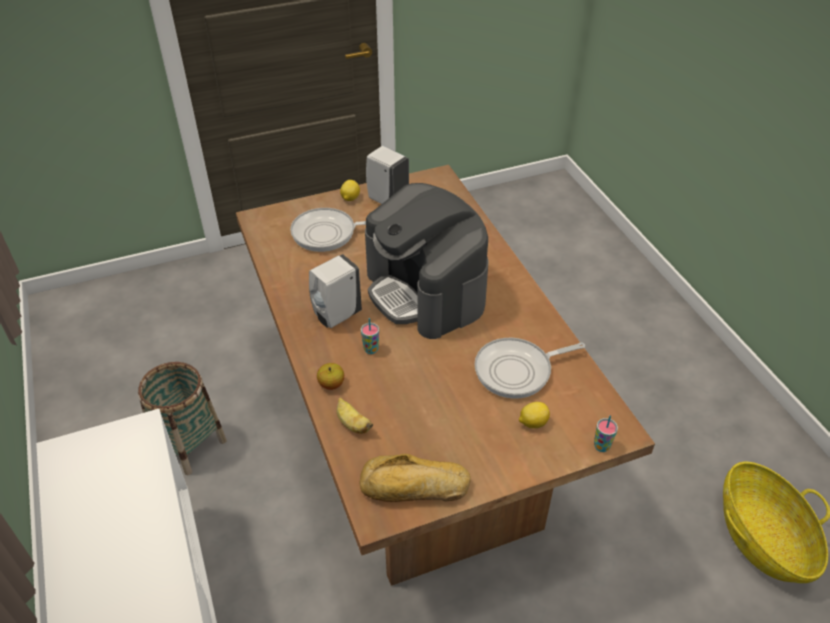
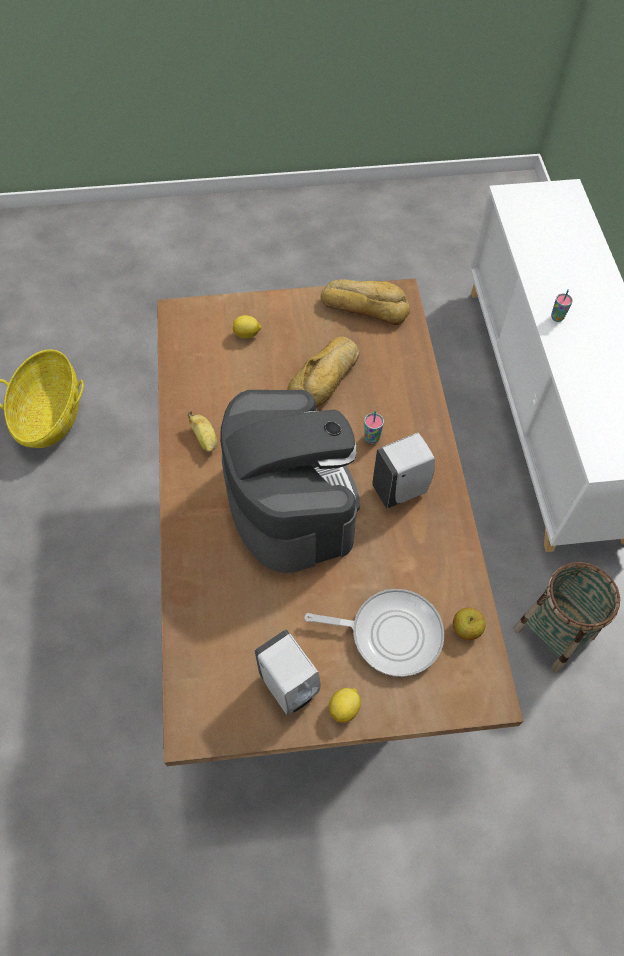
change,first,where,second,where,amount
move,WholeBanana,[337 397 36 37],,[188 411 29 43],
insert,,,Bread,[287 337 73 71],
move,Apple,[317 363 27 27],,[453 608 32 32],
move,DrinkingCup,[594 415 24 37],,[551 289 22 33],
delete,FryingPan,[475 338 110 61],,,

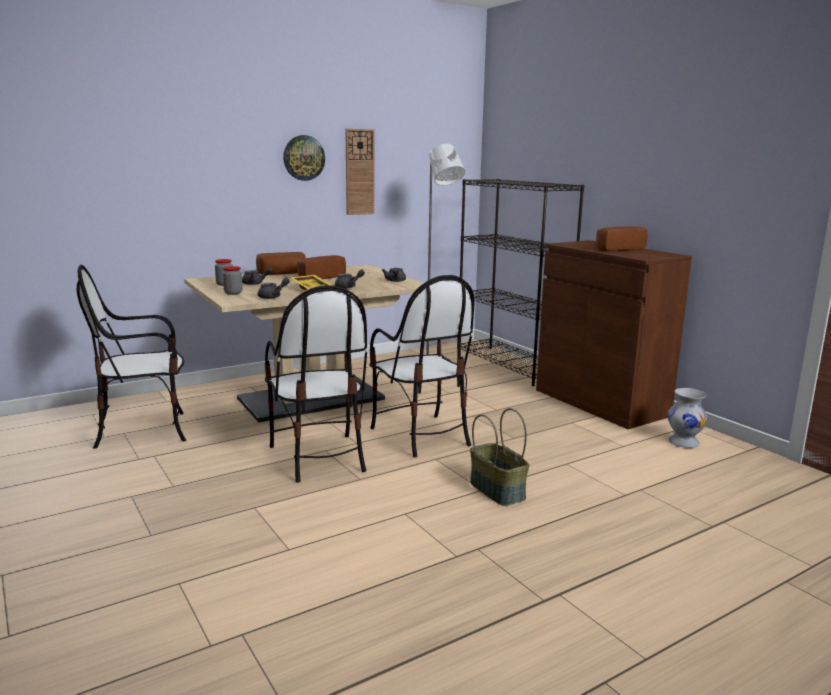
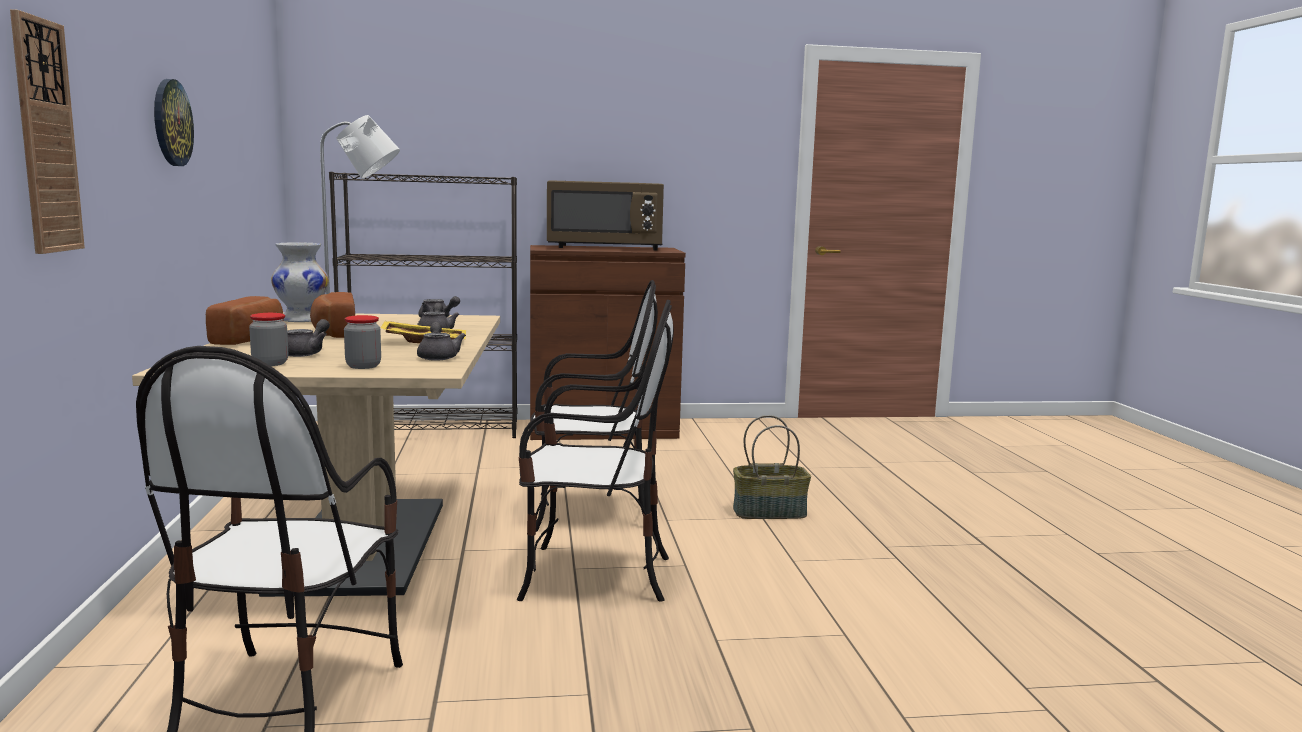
change,first,where,second,where,amount
move,HangingClock,[345 129 30 86],,[10 9 75 245],
move,WhiteVase,[668 388 40 60],,[271 242 58 80],
replace,Bread,[596 226 52 25],BrownishKitchenMicrowave,[547 180 117 70],

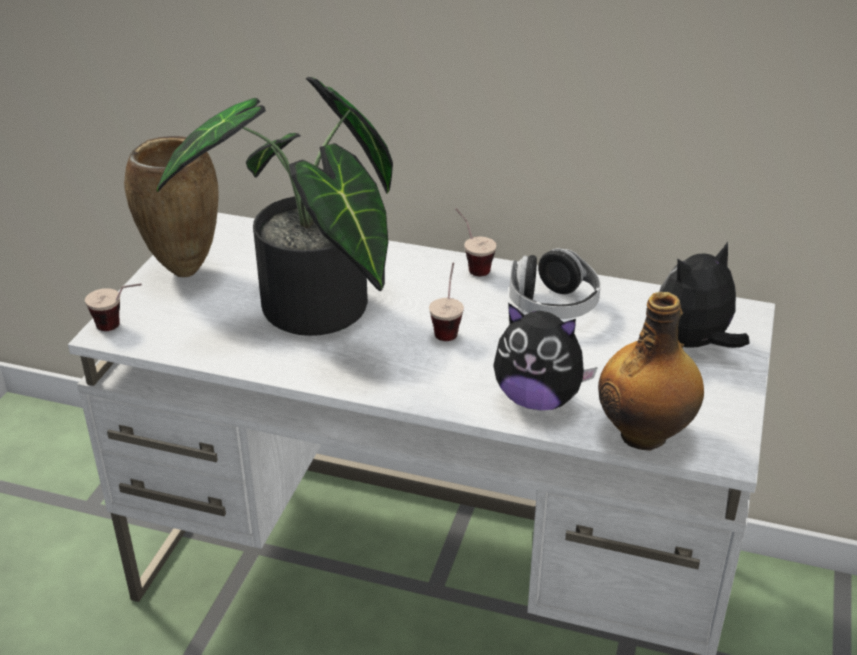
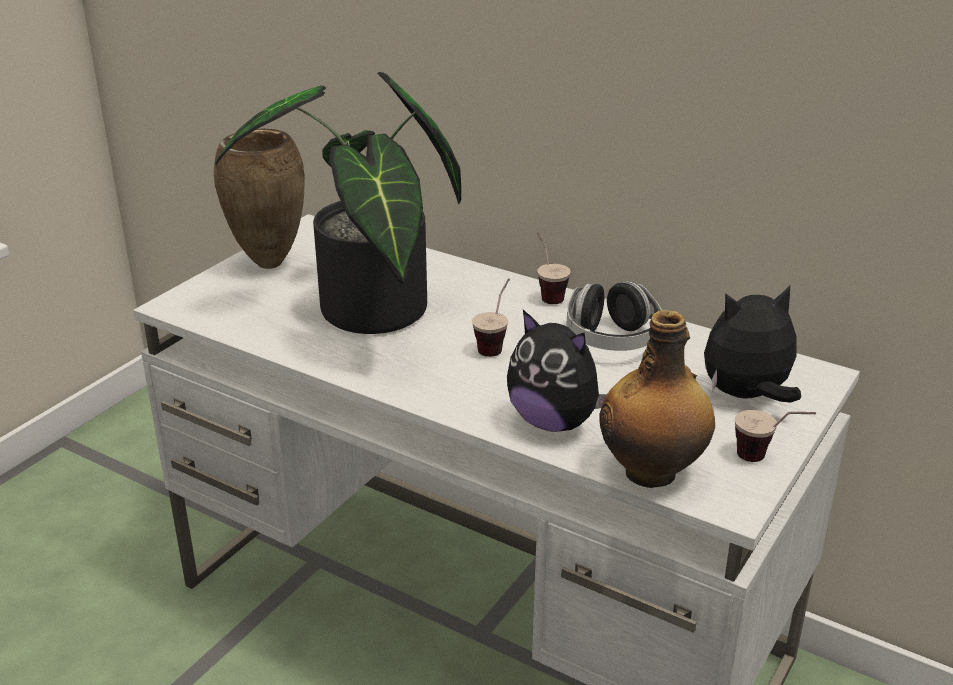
change,first,where,second,where,amount
move,DrinkingCup,[85 283 57 48],,[735 410 81 52],

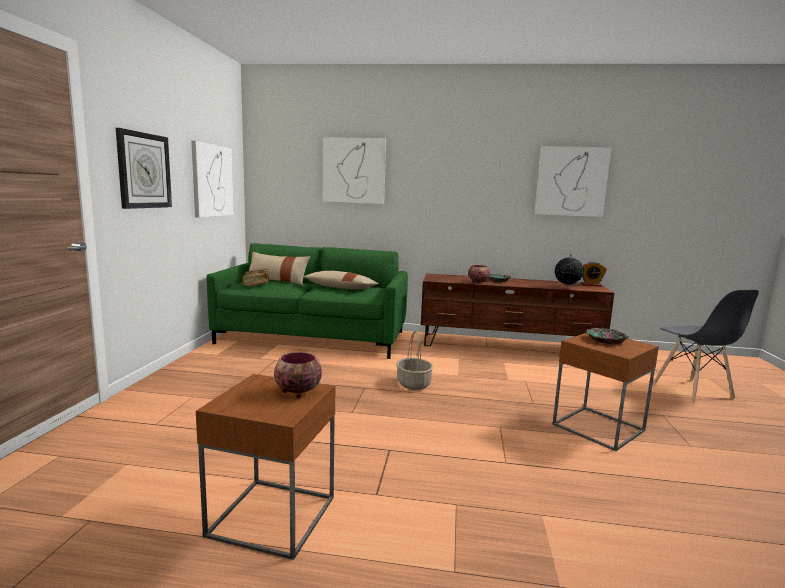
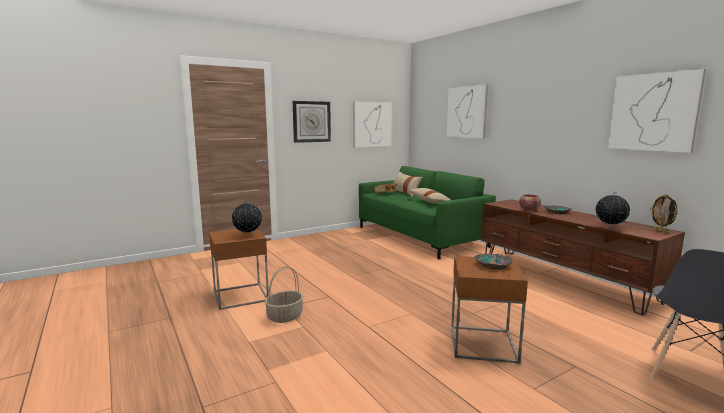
change,first,where,second,where,amount
replace,Bowl,[274 352 48 46],WorldGlobe,[232 200 30 36],
move,HouseholdBasket,[396 331 37 59],,[264 266 40 57],
replace,TableClock,[581 262 26 25],PhotoFrame,[650 194 29 39],

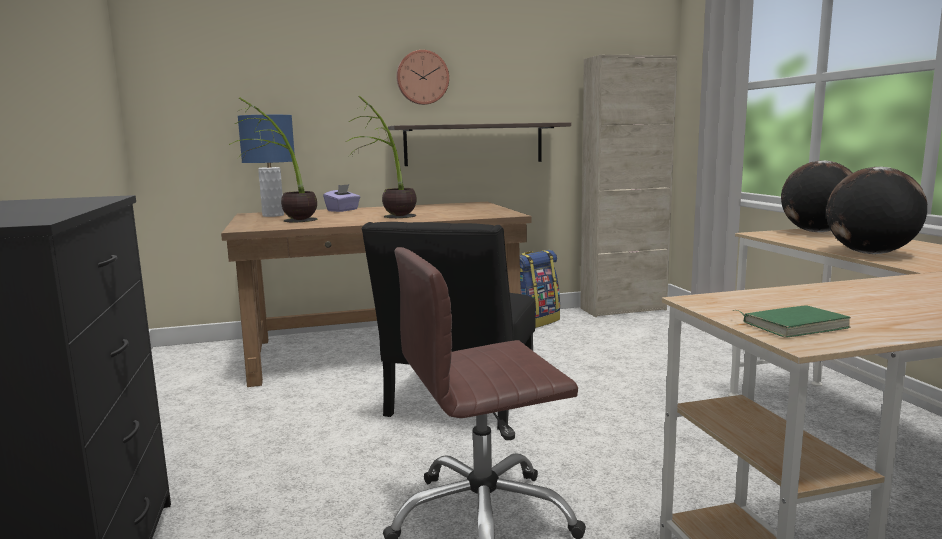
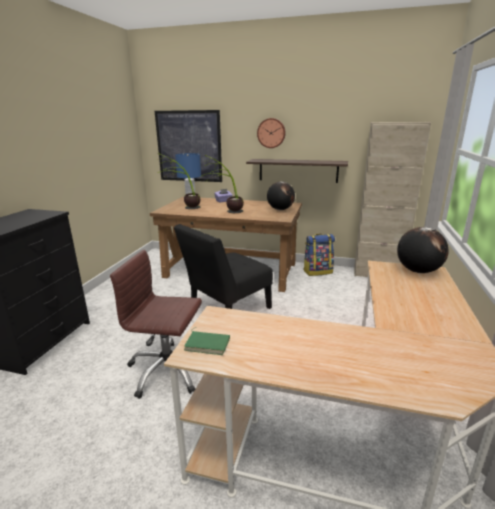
change,first,where,second,where,amount
insert,,,WallPicture,[155 110 67 72],
move,WorldGlobe,[826 167 101 87],,[267 181 28 29],

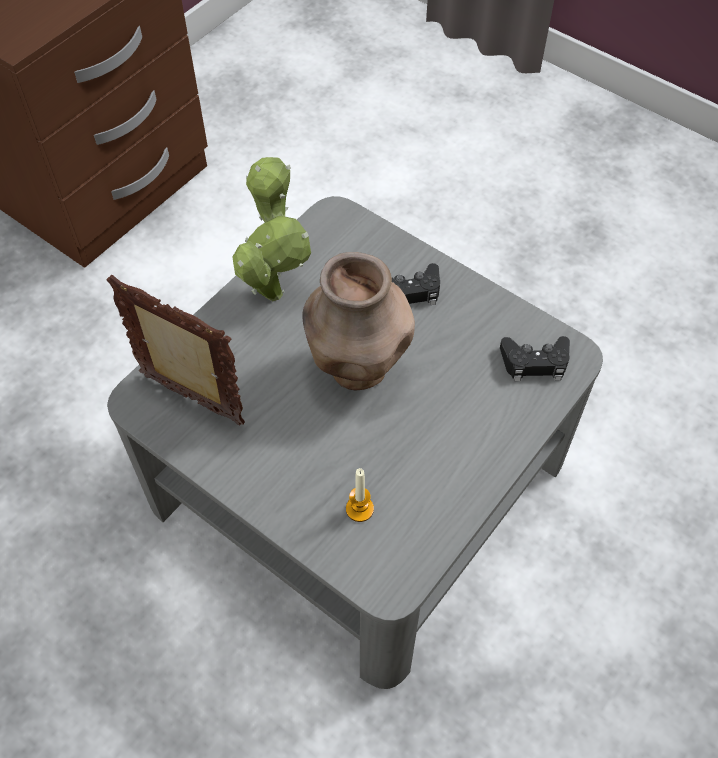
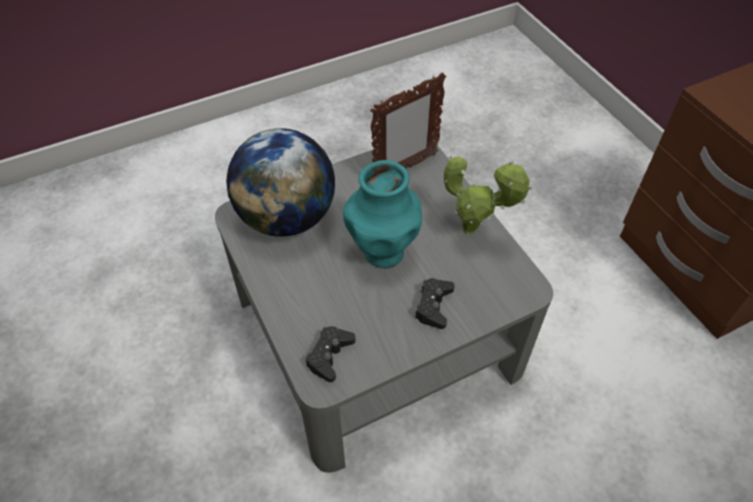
change,first,where,second,where,amount
replace,WaxCandle,[346 468 28 54],WorldGlobe,[226 128 109 109],
recolor,BrownishVase,[302 252 113 139],TurquoiseVase,[343 160 79 108],

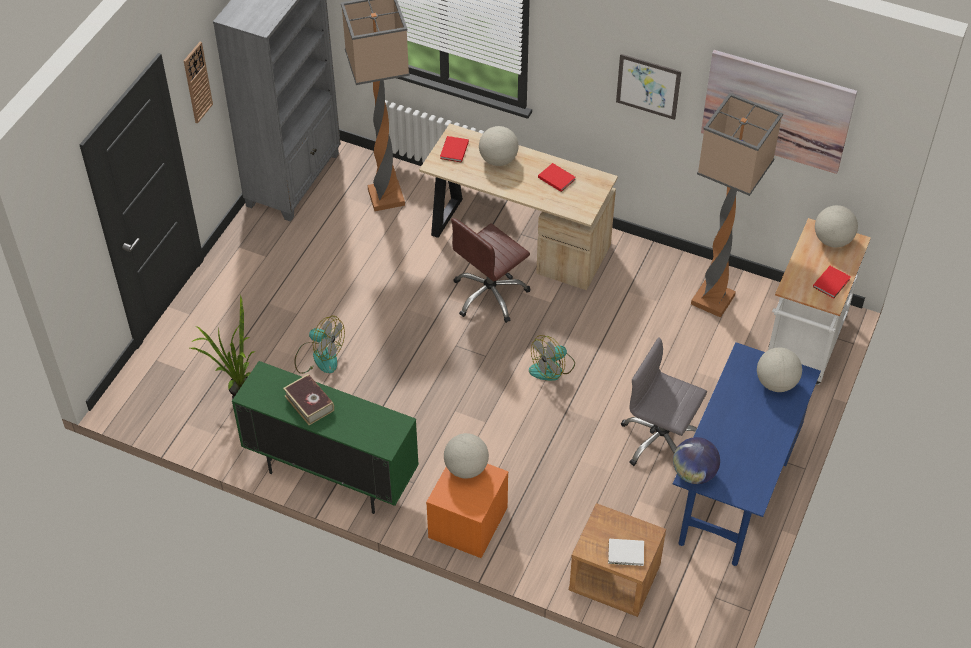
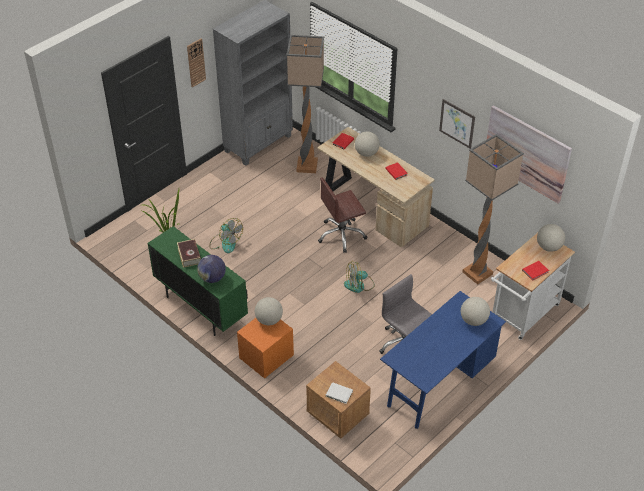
change,first,where,second,where,amount
move,WorldGlobe,[673 437 47 47],,[197 255 29 28],

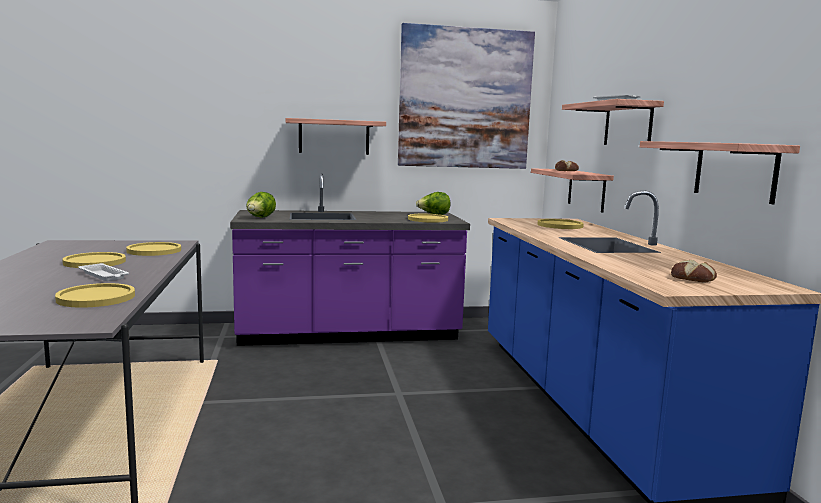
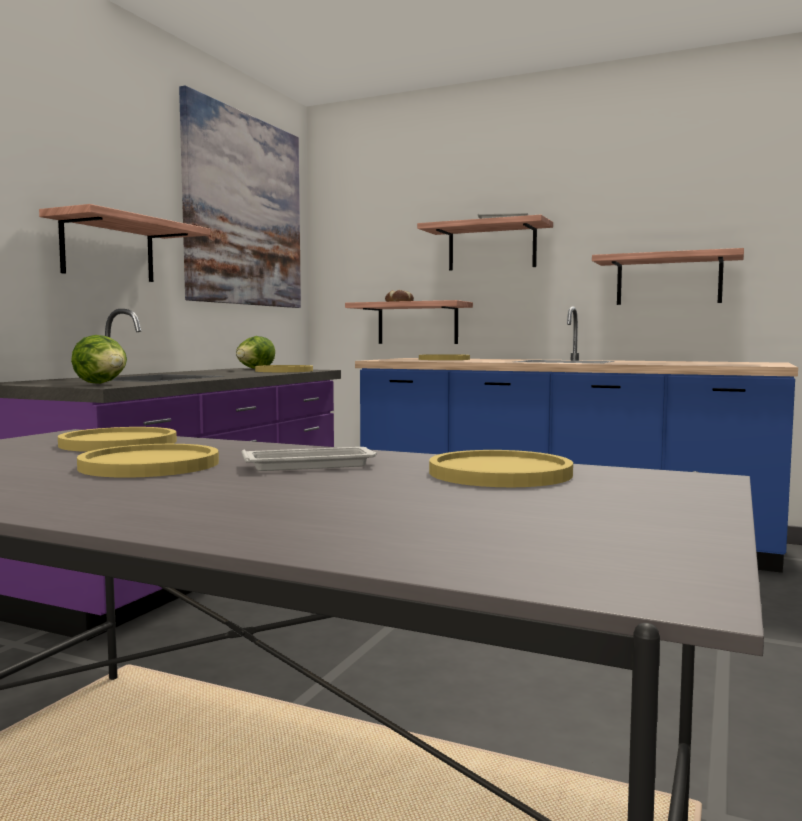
change,first,where,second,where,amount
delete,Bread,[671 260 46 22],,,

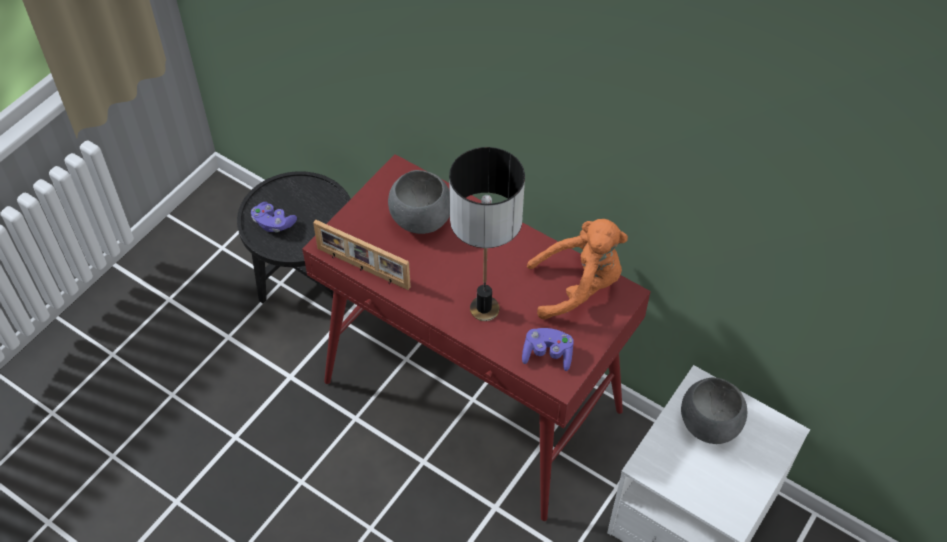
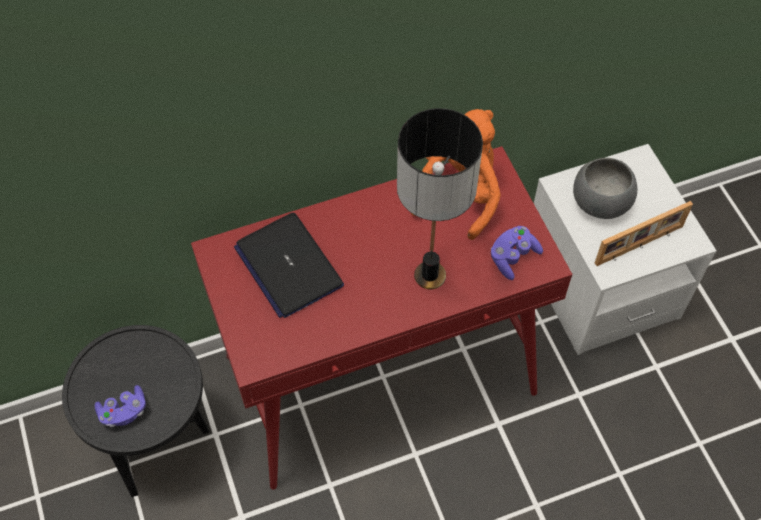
change,first,where,second,where,amount
replace,GreyishBowl,[388 170 62 64],PortableComputer,[234 213 110 105],
move,PhotoFrame,[313 220 98 70],,[595 201 98 65],

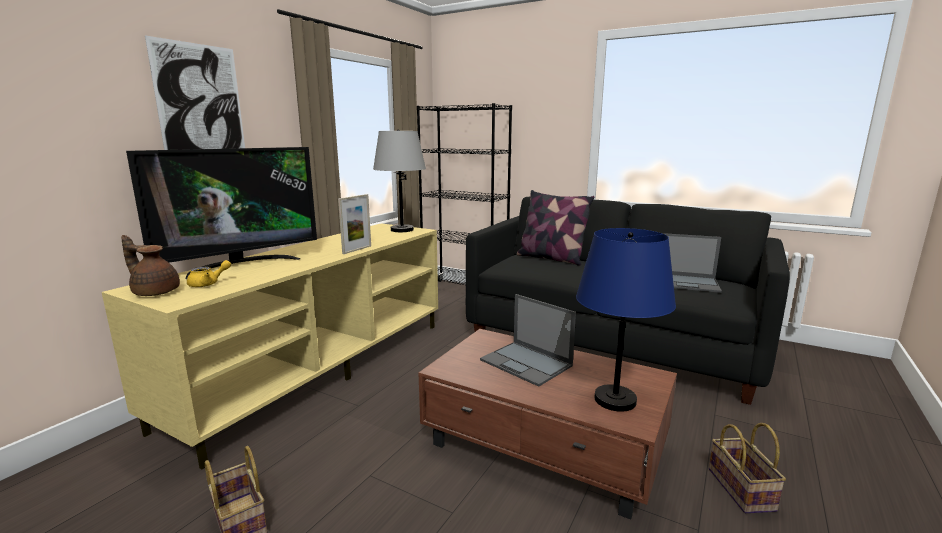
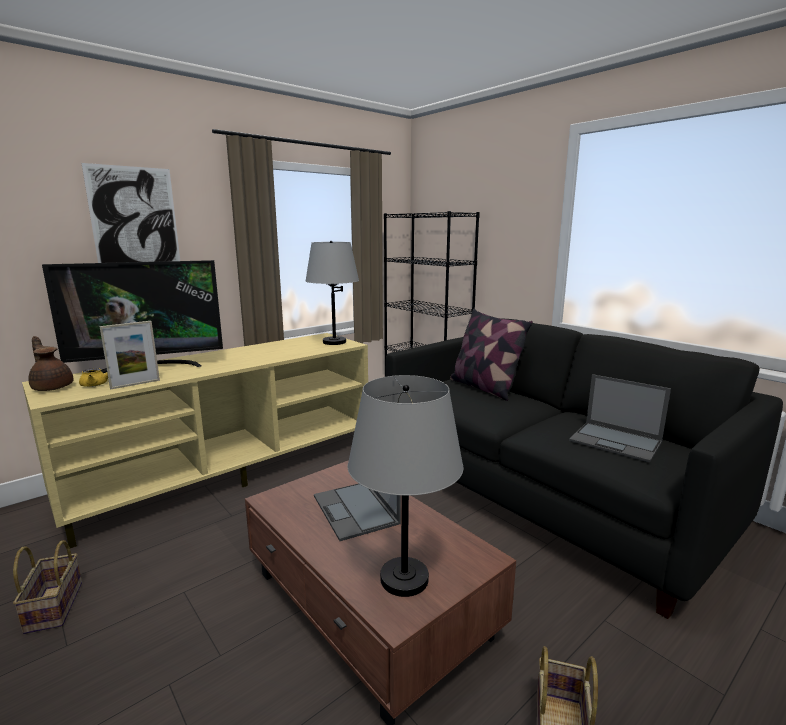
change,first,where,second,where,amount
move,PhotoFrame,[338 194 33 60],,[99 321 61 68],
recolor,BluishTabletopLamp,[576 228 100 184],GreyishTabletopLamp,[348 375 115 222],

